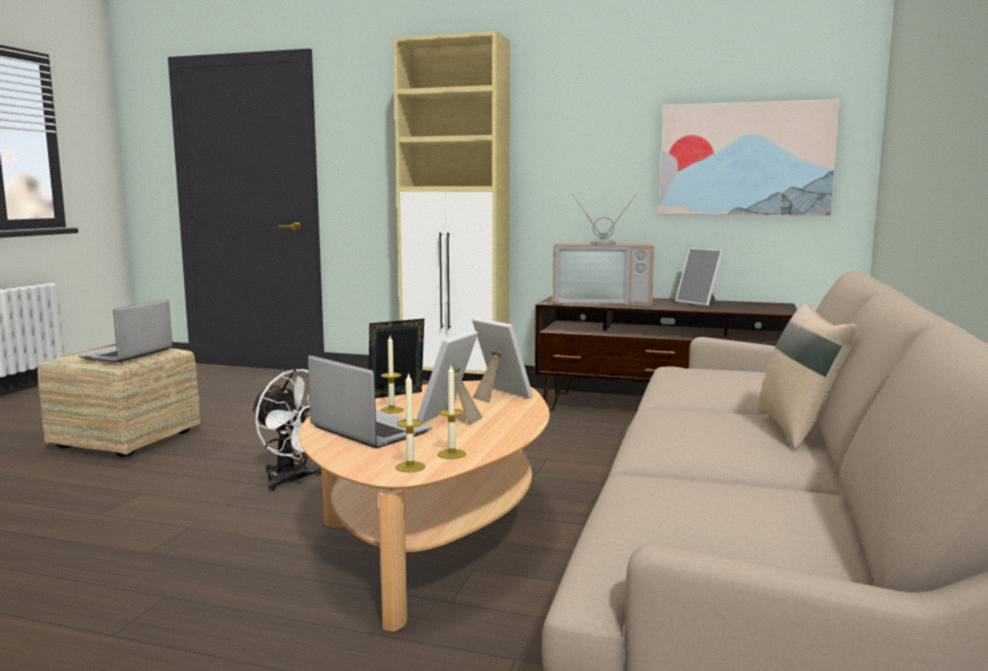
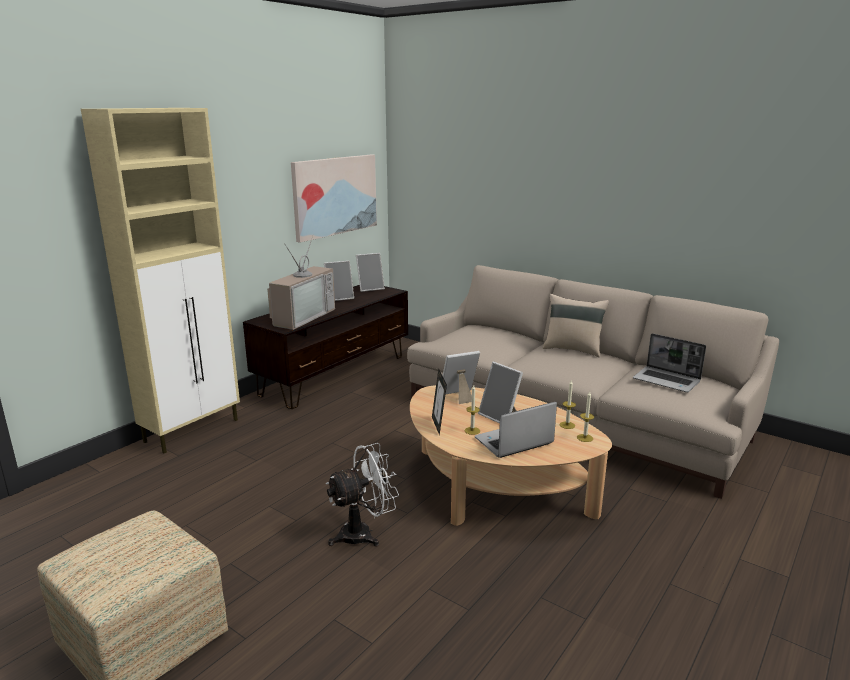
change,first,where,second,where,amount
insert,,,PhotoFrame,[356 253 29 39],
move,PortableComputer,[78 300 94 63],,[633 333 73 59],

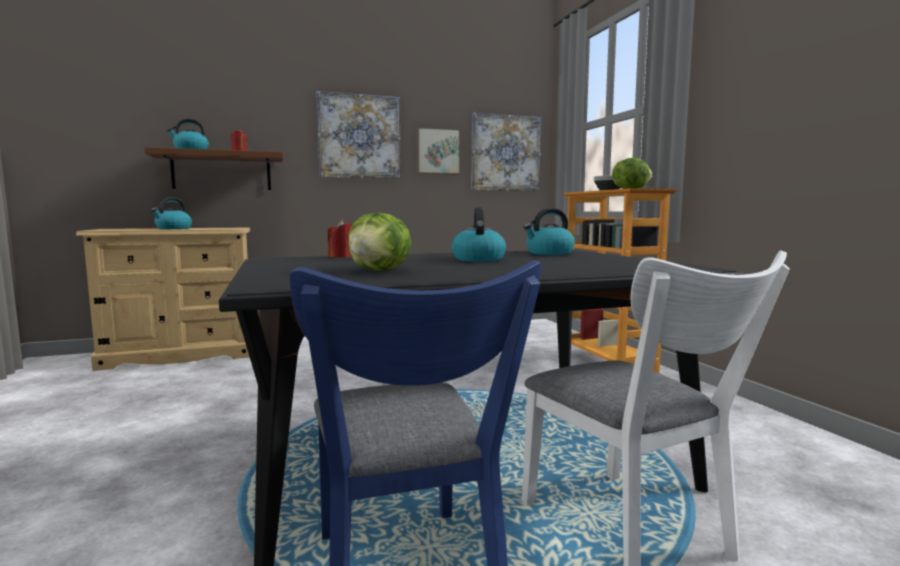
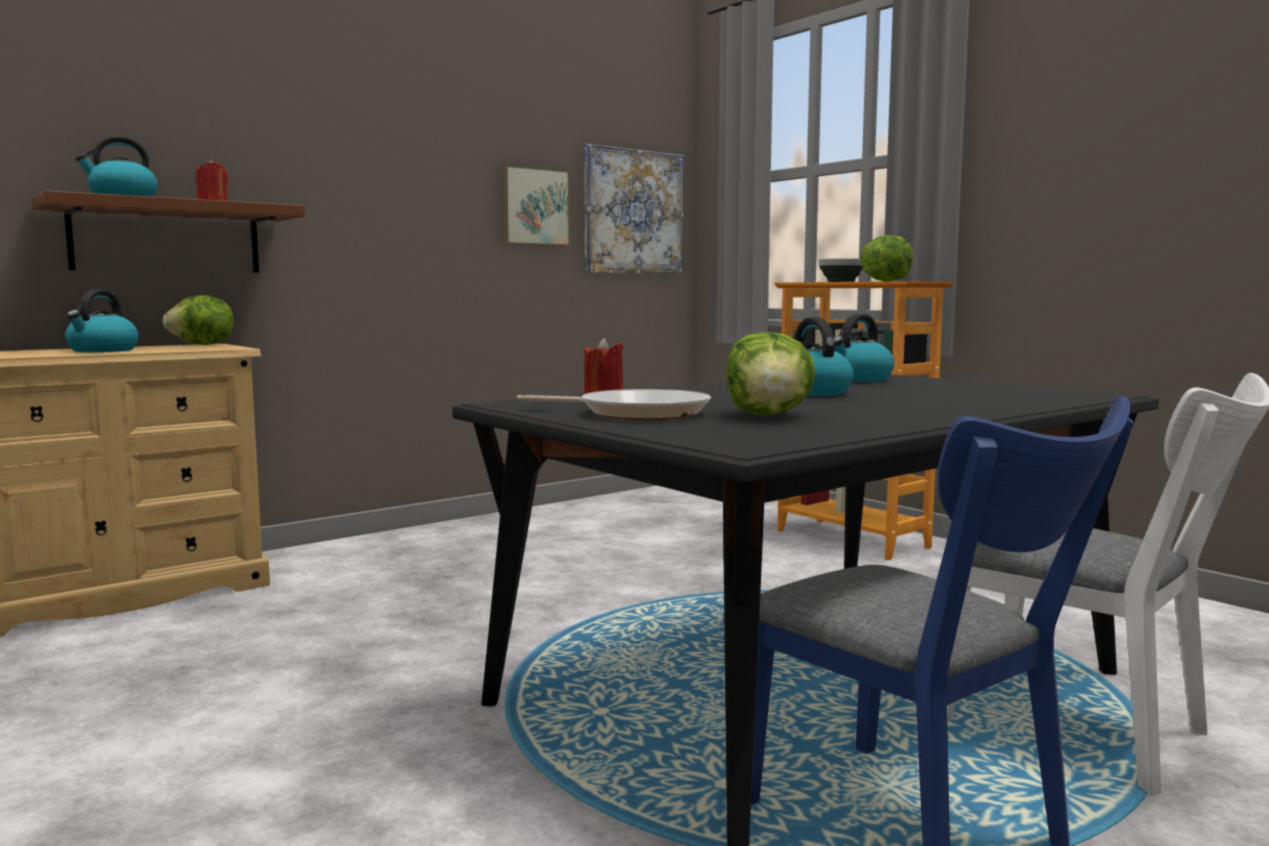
change,first,where,second,where,amount
insert,,,HeadOfLettuce,[162 295 72 50],
insert,,,FryingPan,[517 389 194 31],
delete,WallPicture,[317 91 84 88],,,

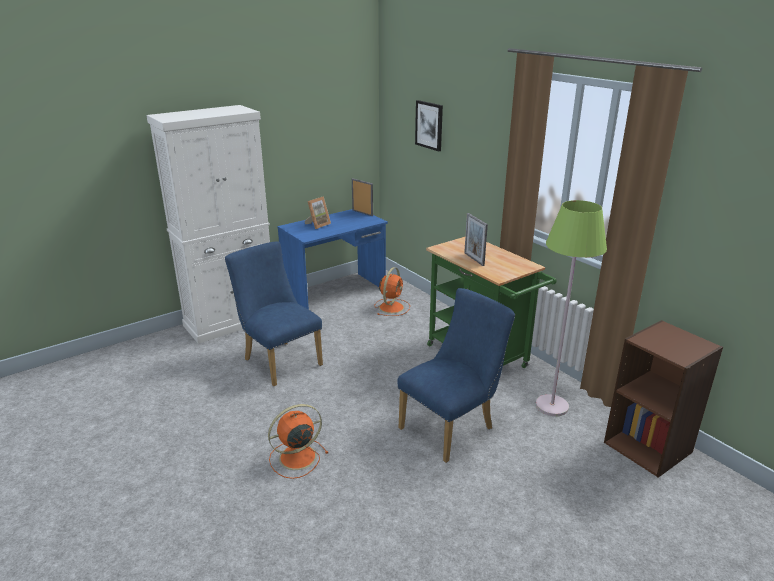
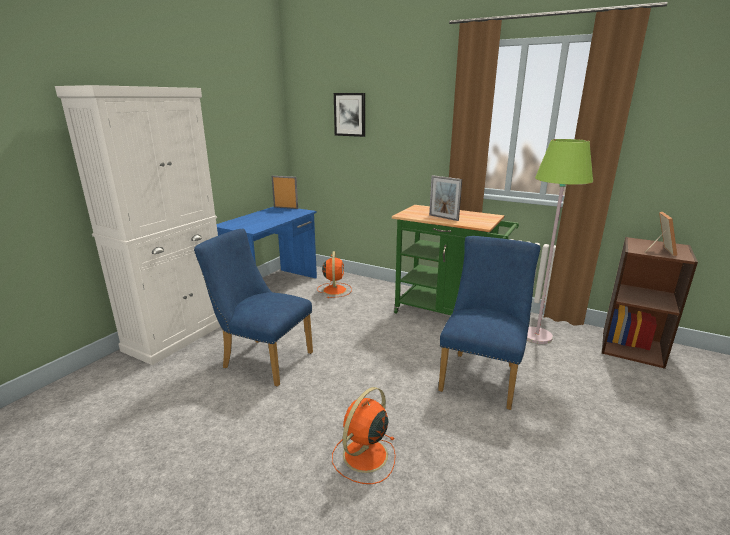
change,first,where,second,where,amount
move,PhotoFrame,[305 196 26 33],,[644 212 33 44],

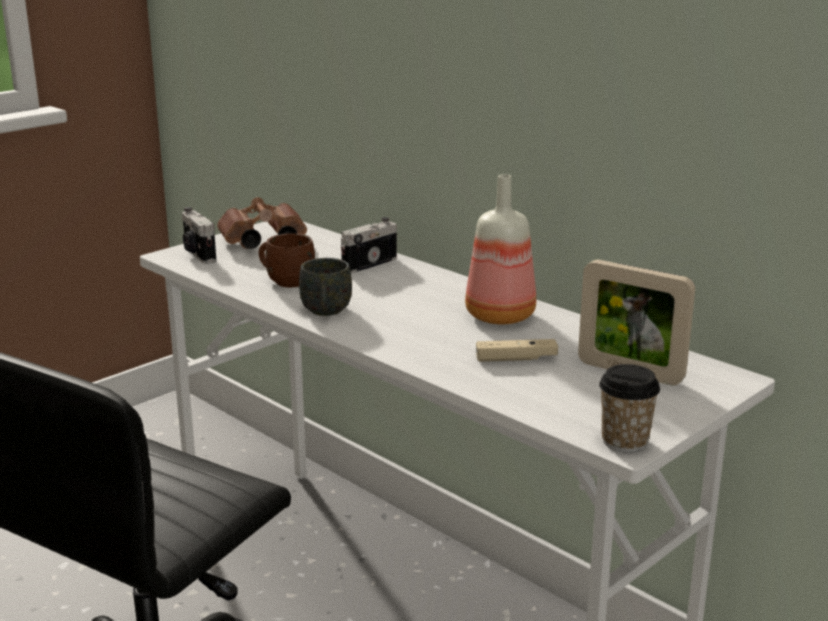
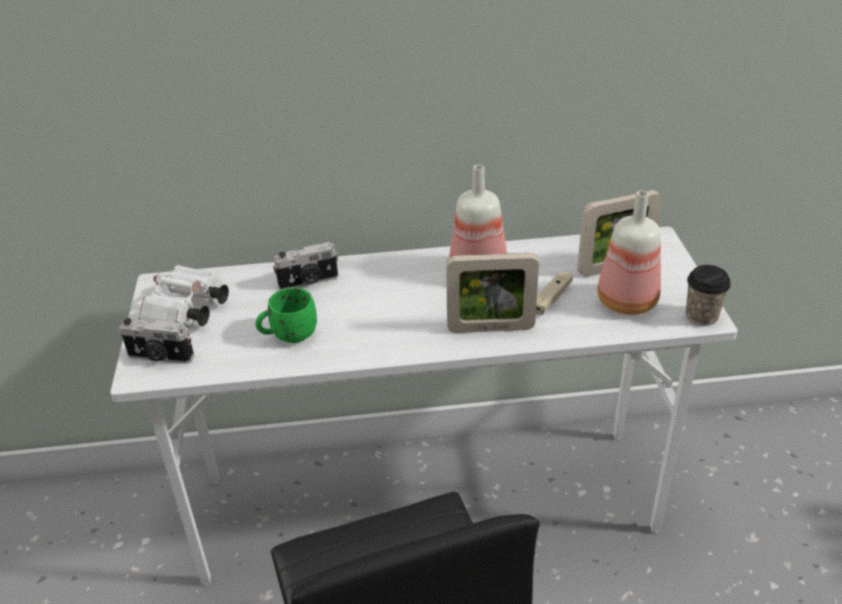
change,first,where,second,where,amount
recolor,BrownishPairOfBinoculars,[217 197 90 52],WhitePairOfBinoculars,[138 265 91 62],
recolor,BrownishTeaMug,[259 233 56 54],GreenColouredTeaMug,[255 288 62 55],
rotate,PhotoCamera,[341 217 56 56],,[273 242 65 48],105 degrees counterclockwise
insert,,,PhotoFrame,[446 253 93 80],
insert,,,BeverageBottle,[597 190 64 125],
delete,GreyishTeaMug,[299 258 53 58],,,

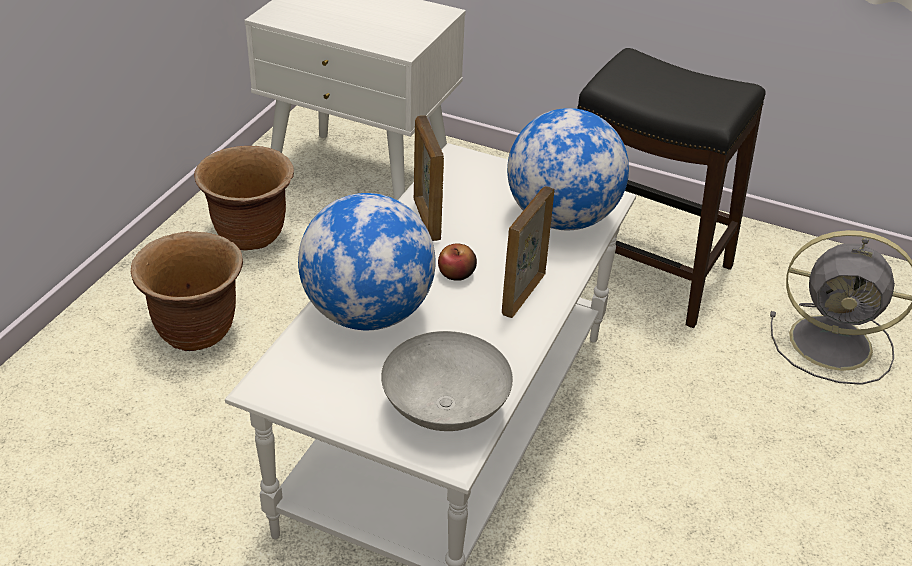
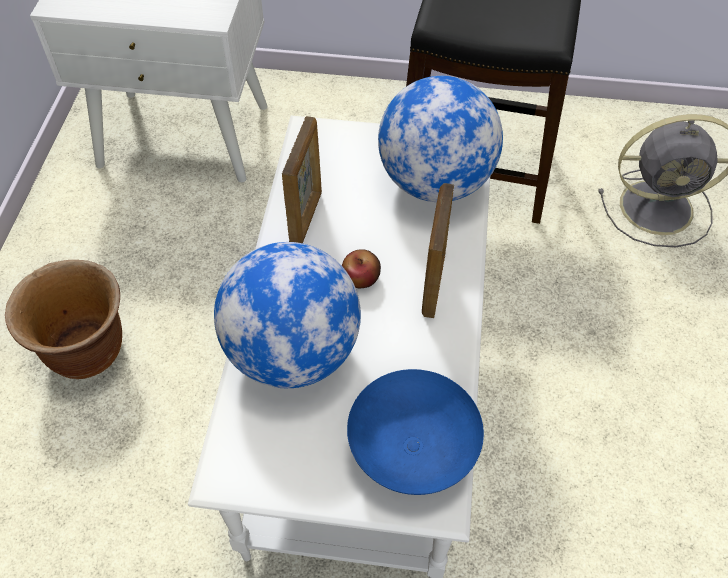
change,first,where,second,where,amount
rotate,PhotoFrame,[414 115 30 126],,[282 116 40 127],135 degrees counterclockwise
recolor,GreyishBowl,[381 331 132 100],BluishBowl,[347 369 137 126],
delete,BrownishFlowerPot,[194 146 100 105],,,

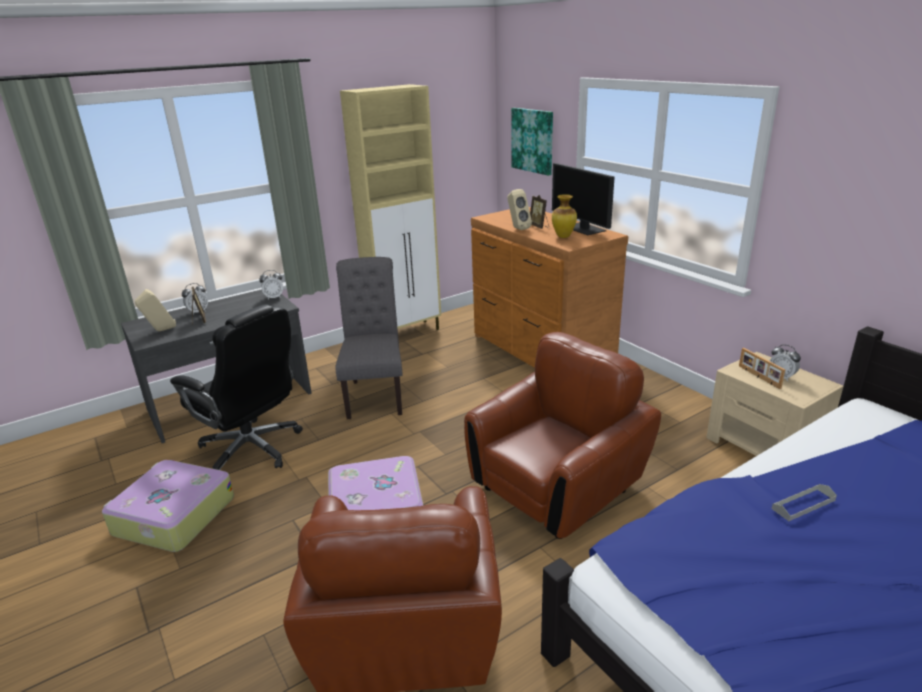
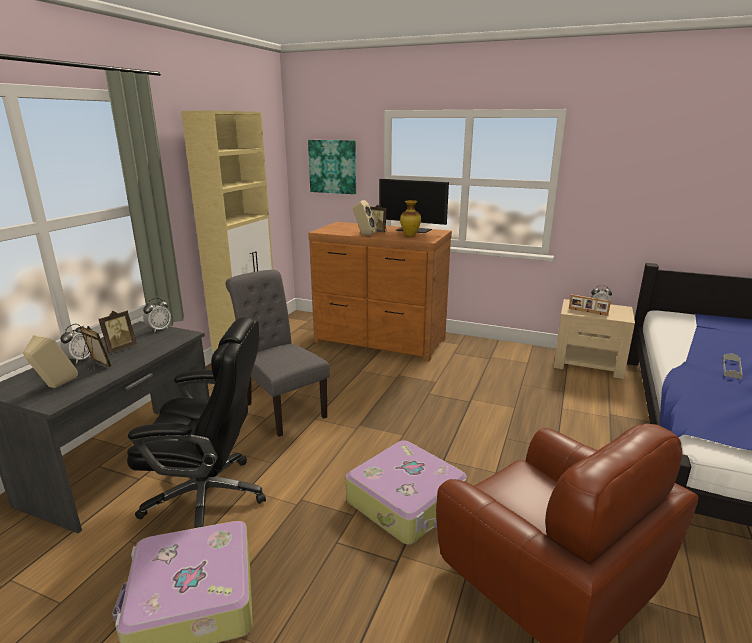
change,first,where,second,where,amount
insert,,,PhotoFrame,[99 310 38 43],
delete,BrownishLoungeChair,[464 332 197 207],,,

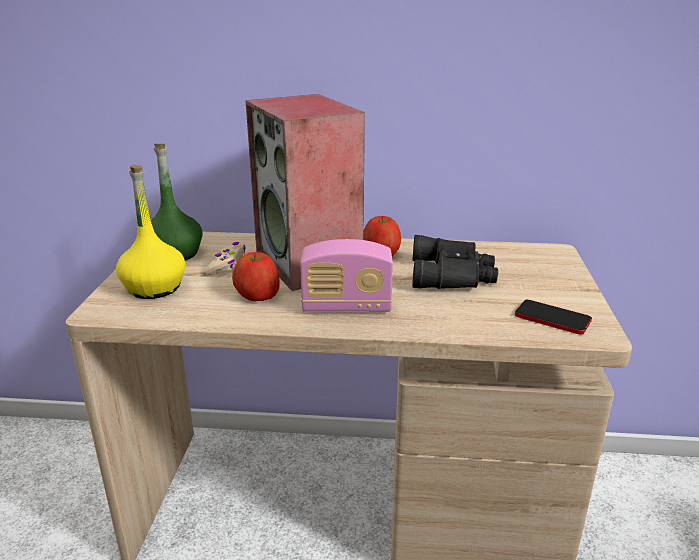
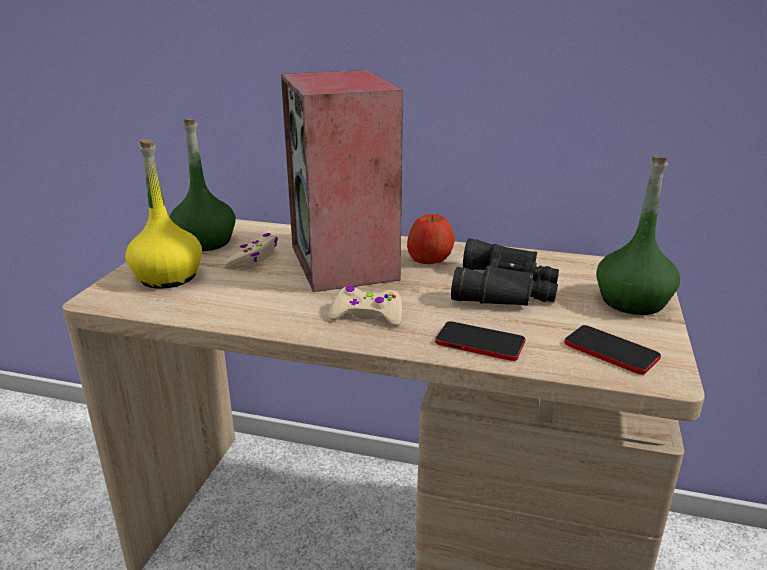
change,first,where,second,where,amount
replace,RadioReceiver,[300 239 93 73],SandColouredGamepad,[328 286 74 41],
insert,,,Handset,[435 321 90 40],
insert,,,GreenColouredBeverageBottle,[596 156 84 159],
delete,Apple,[232 252 48 49],,,

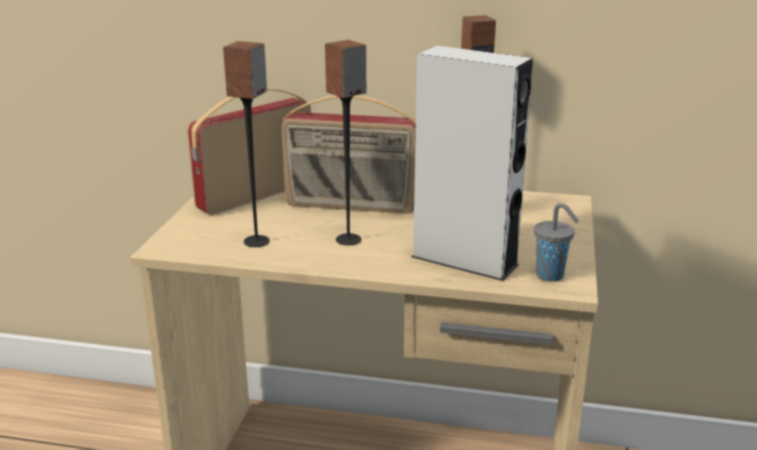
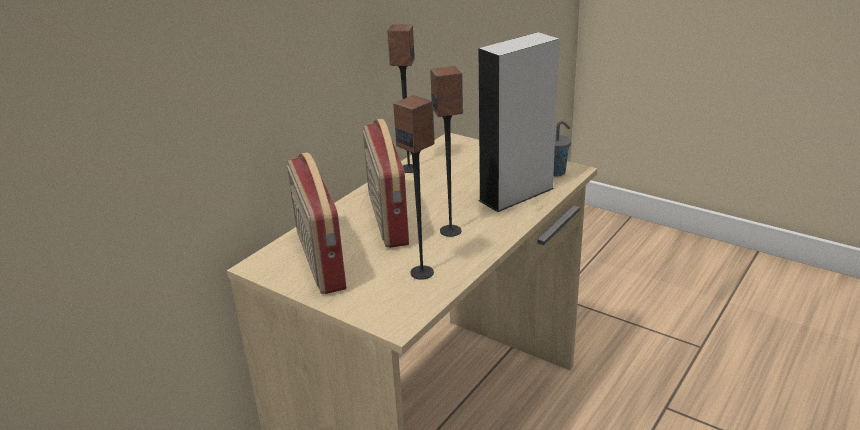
change,first,where,second,where,amount
rotate,RadioReceiver,[282 95 134 119],,[363 119 46 129],135 degrees clockwise

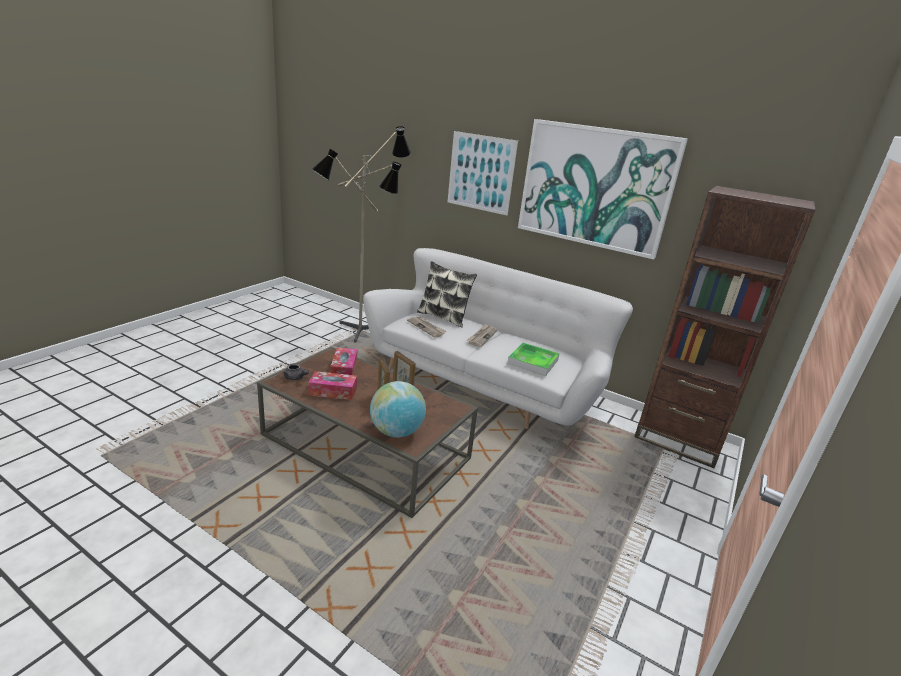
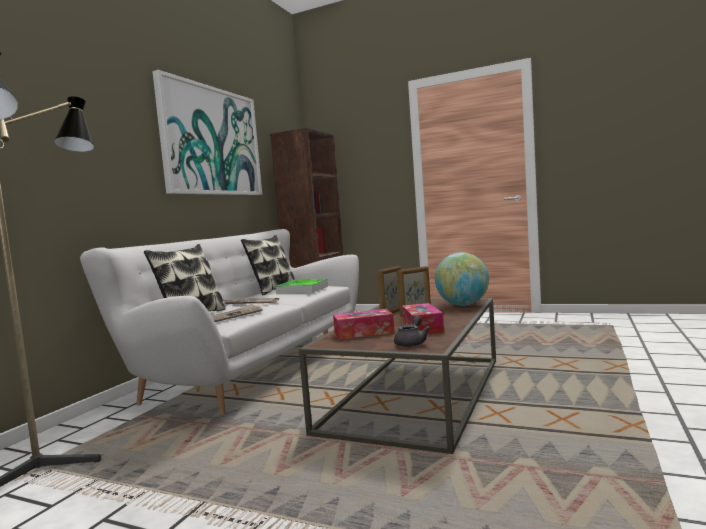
change,first,where,second,where,amount
insert,,,ThrowPillow,[241 235 53 60],
delete,WallPicture,[448 131 70 85],,,

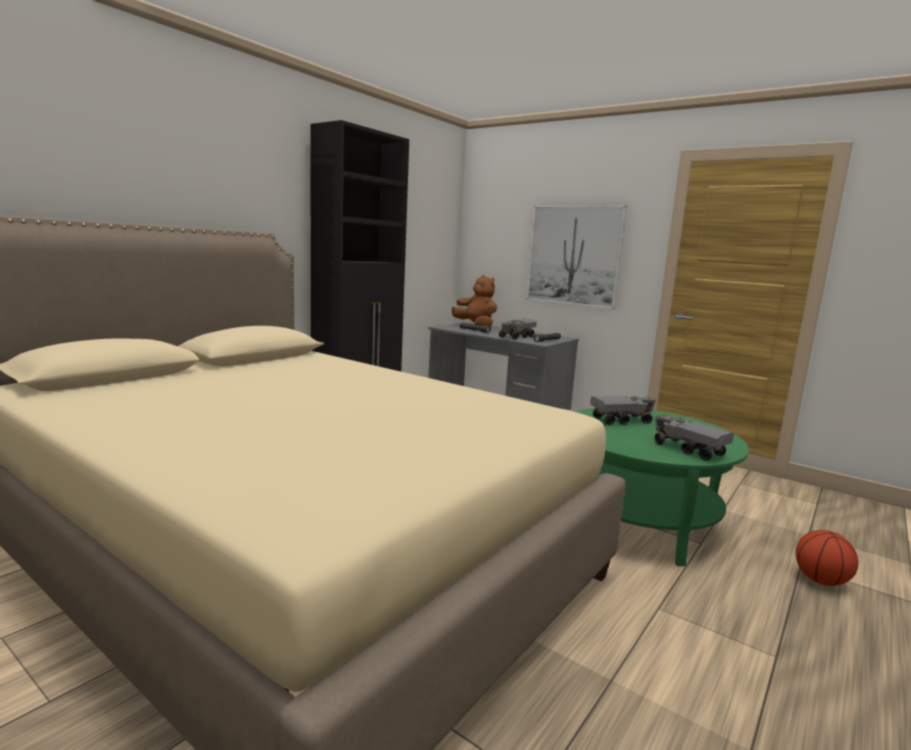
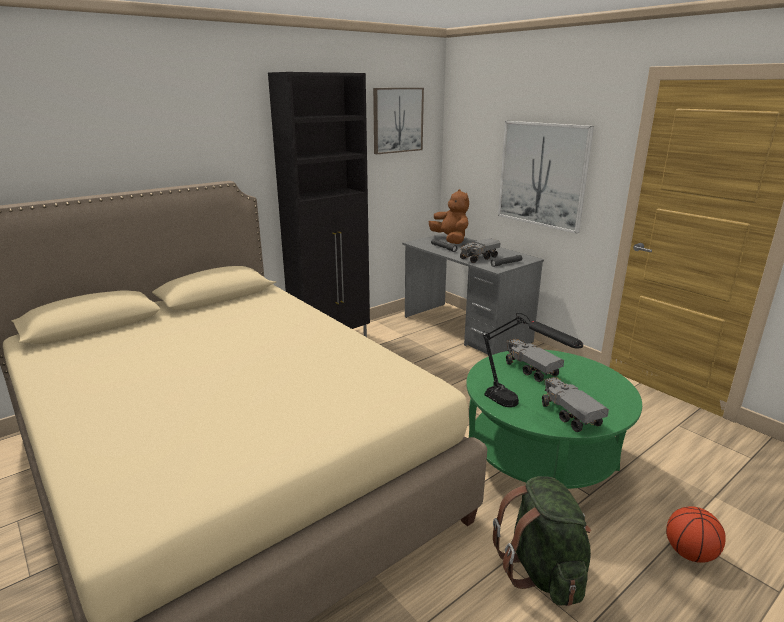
change,first,where,second,where,amount
insert,,,WallPicture,[373 88 51 66],
insert,,,BlackishTabletopLamp,[482 313 101 94],
insert,,,GreenColouredBackpack,[493 476 98 130],
rotate,ToyLorry,[590 396 66 29],,[506 337 58 45],120 degrees counterclockwise

